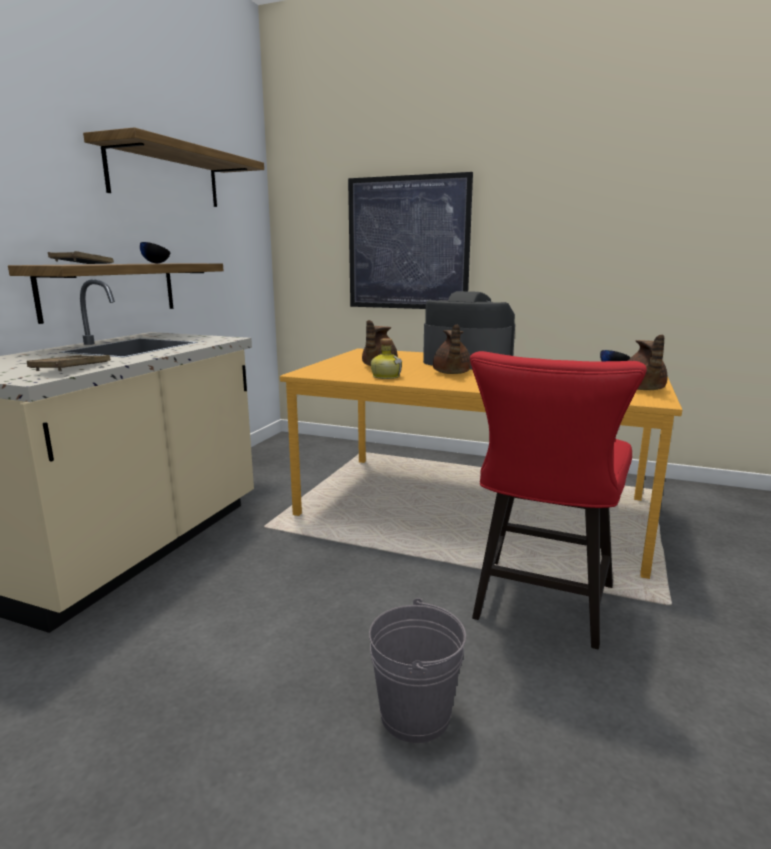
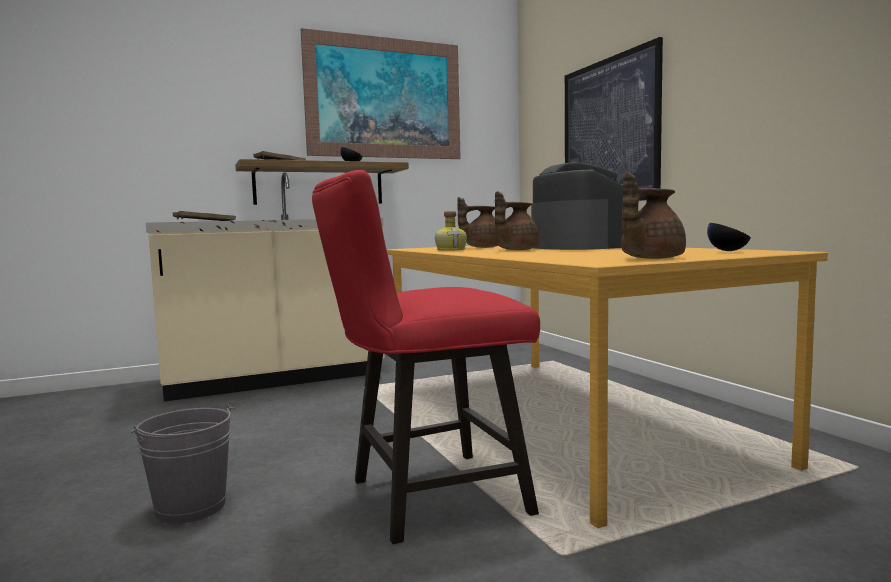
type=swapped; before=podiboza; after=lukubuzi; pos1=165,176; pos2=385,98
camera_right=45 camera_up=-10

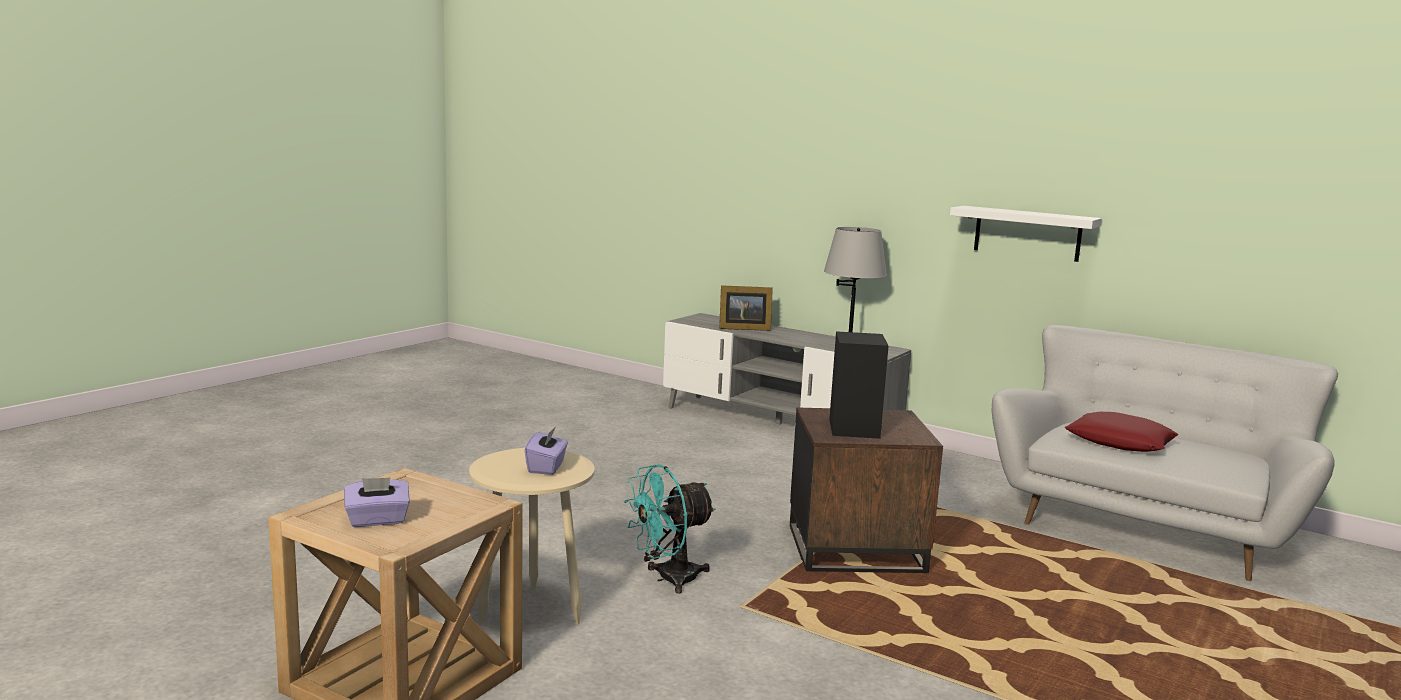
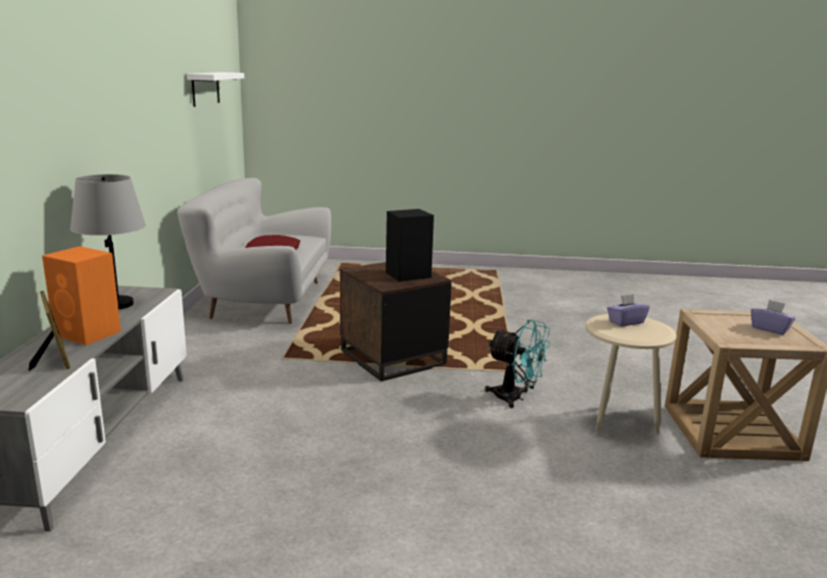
type=new; after=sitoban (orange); pos2=88,334
type=shifted; before=podiboza (white); pos1=1027,233; pos2=205,88
camera_right=-120 camera_up=5

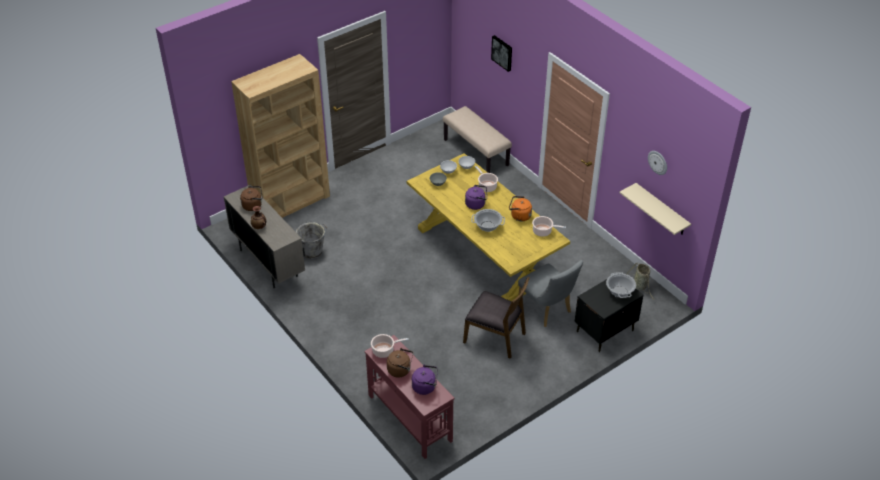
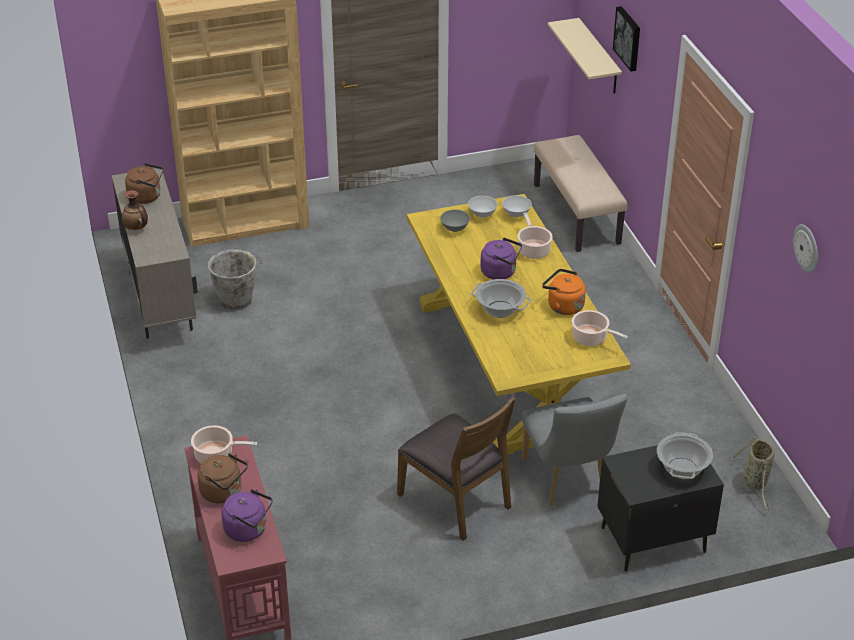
type=shifted; before=podiboza (beige); pos1=661,210; pos2=599,57
camera_right=20 camera_up=-5

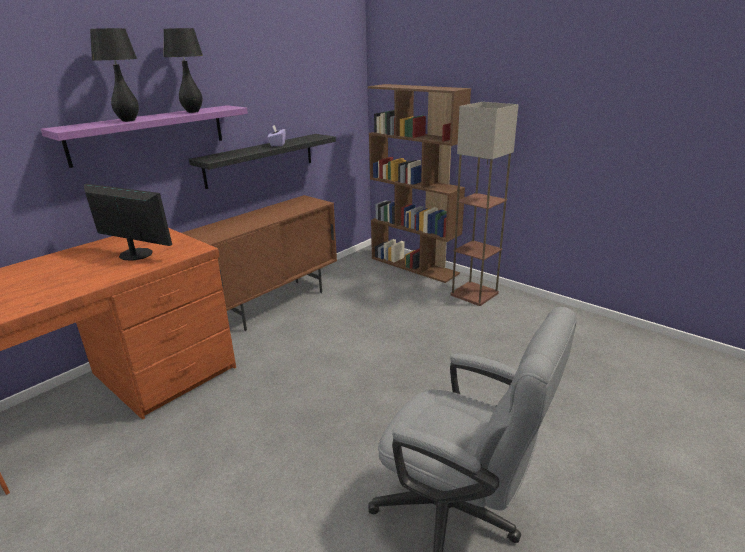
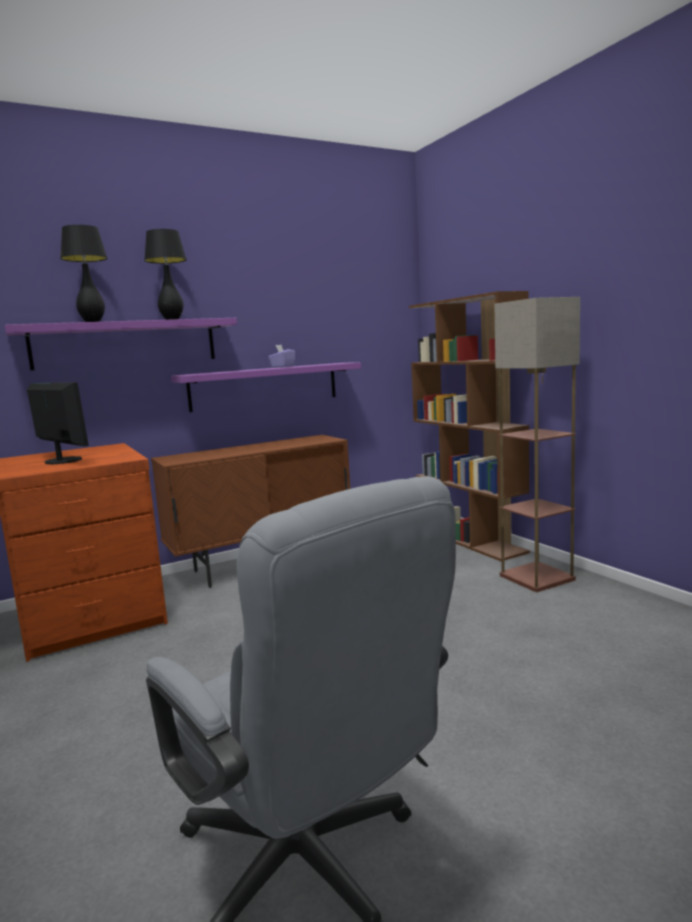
type=repainted; before=podiboza (black); after=podiboza (purple); pos1=260,160; pos2=265,386
camera_right=20 camera_up=-15

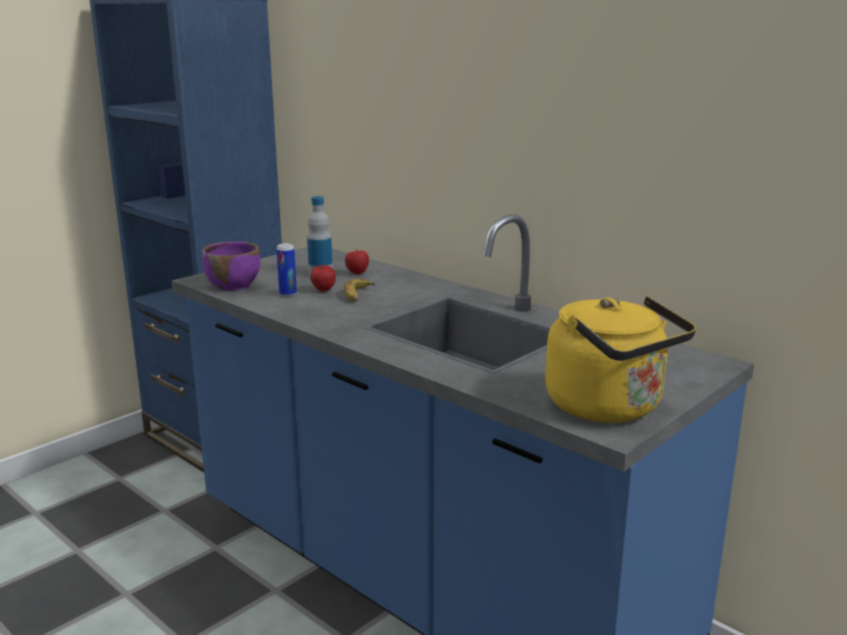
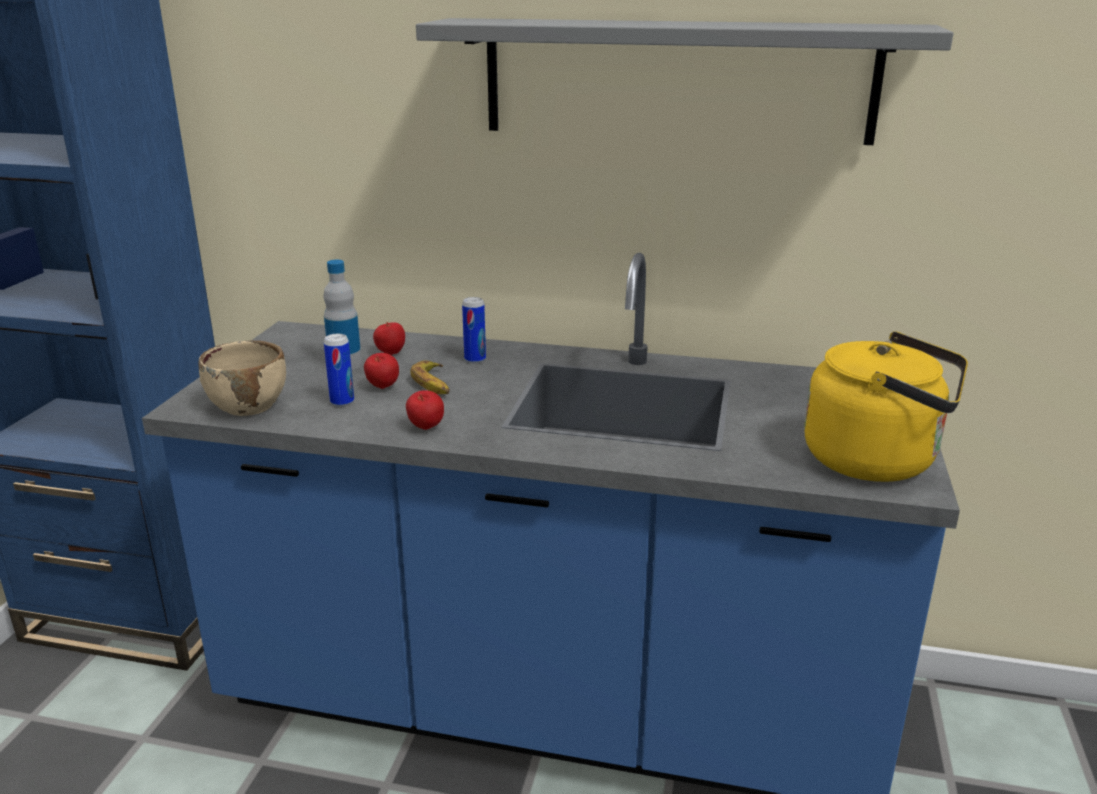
type=new; after=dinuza; pos2=425,428
type=new; after=podiboza (grey); pos2=676,80
type=new; after=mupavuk; pos2=475,359
type=repainted; before=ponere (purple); after=ponere (beige); pos1=233,285; pos2=248,405
camera_right=-30 camera_up=5

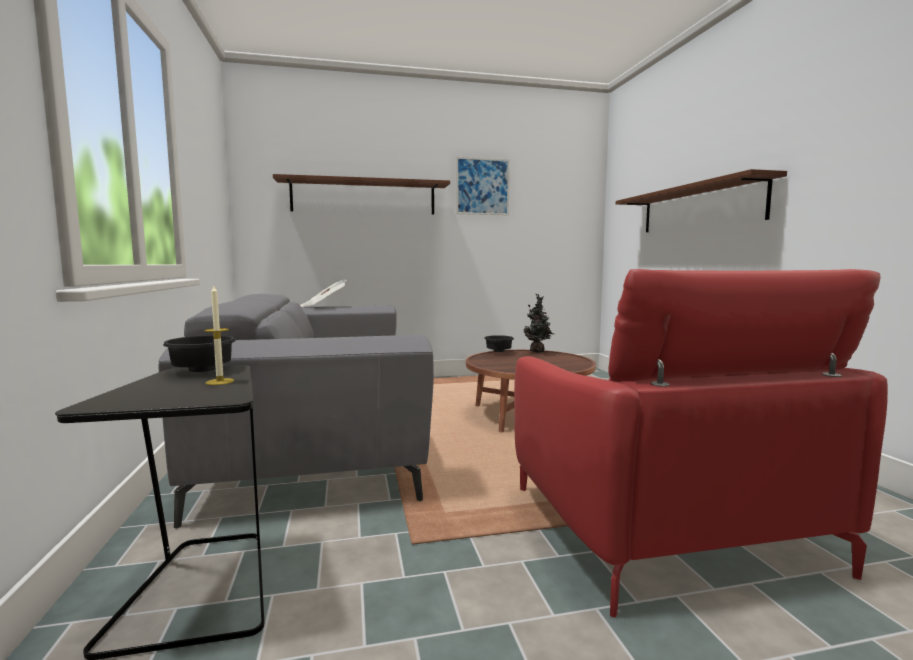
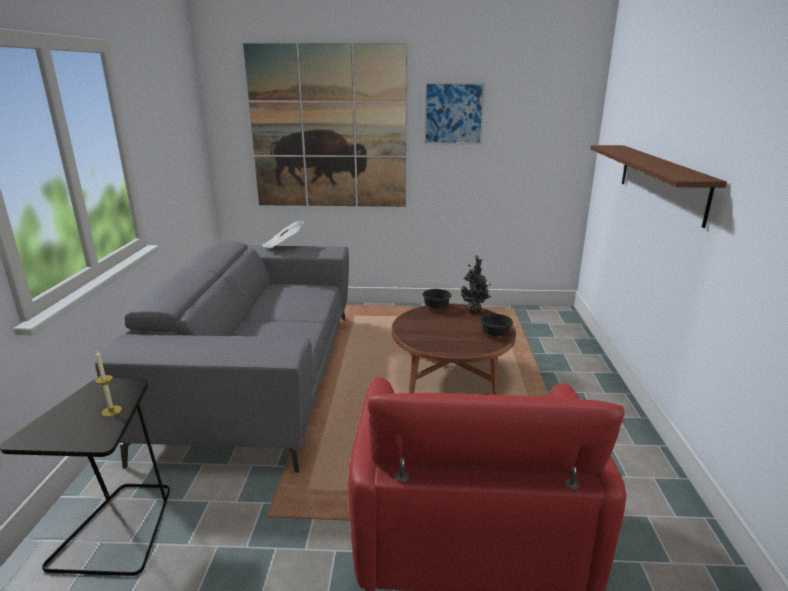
type=shifted; before=ponere (black); pos1=203,370; pos2=495,333
type=swapped; before=podiboza (brown); after=lukubuzi; pos1=364,197; pos2=328,128
camera_right=15 camera_up=15

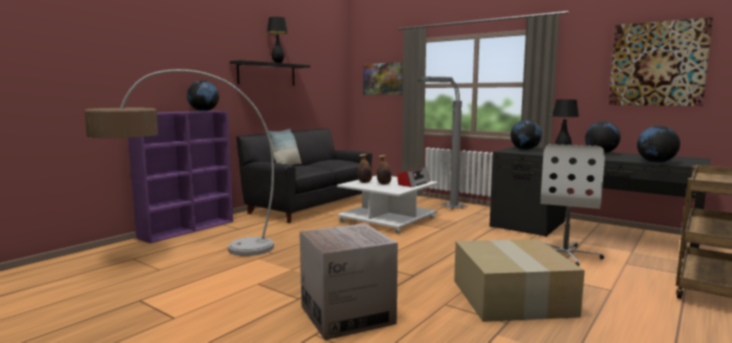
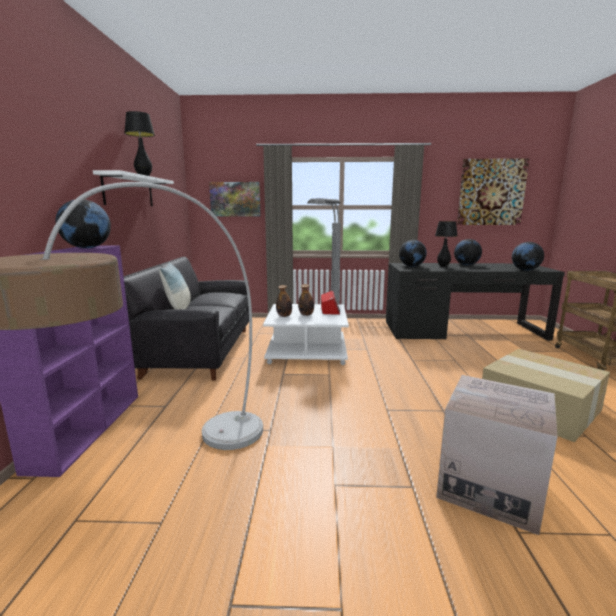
type=gone; before=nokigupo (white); pos1=566,254
type=repainted; before=podiboza (black); after=podiboza (white); pos1=267,74; pos2=129,191
camera_right=-35 camera_up=5

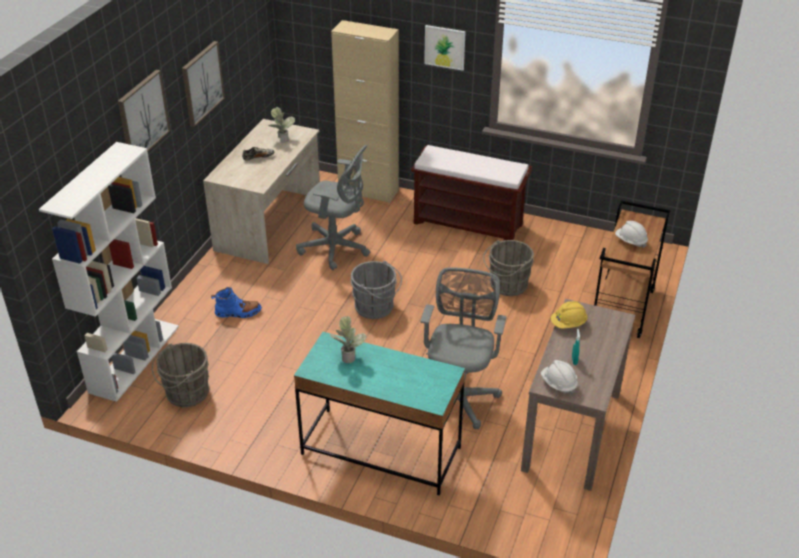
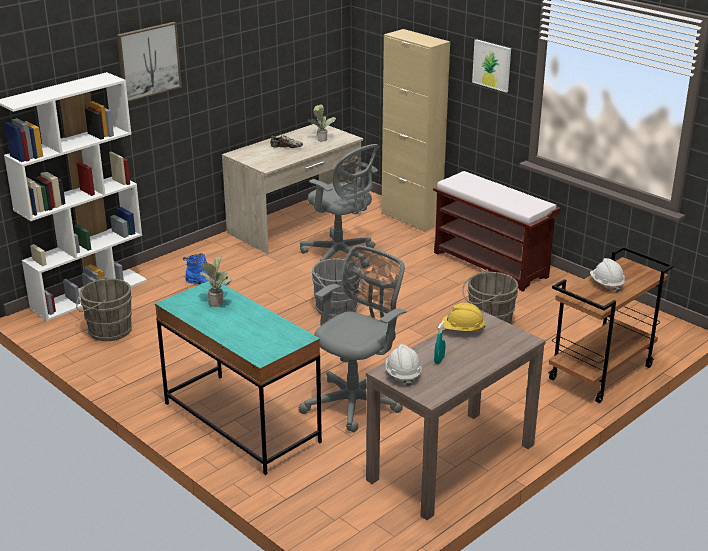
type=gone; before=lukubuzi; pos1=202,83
camera_right=25 camera_up=-10

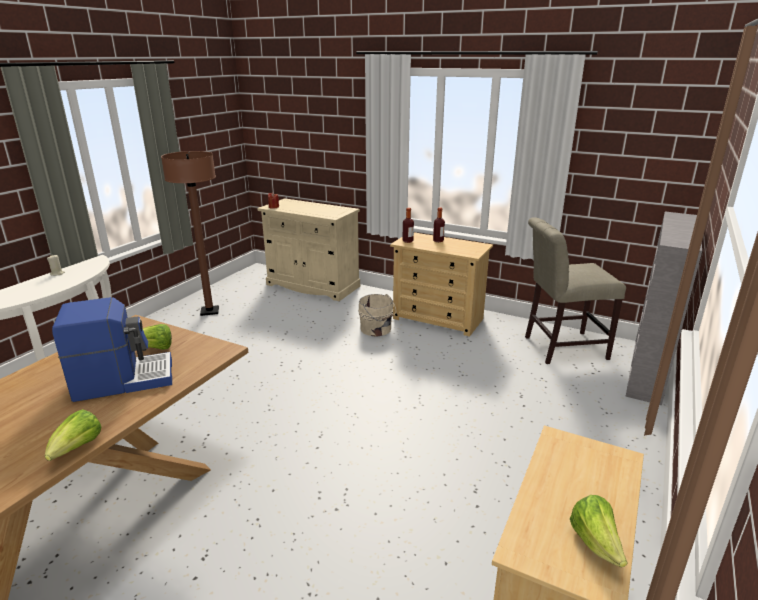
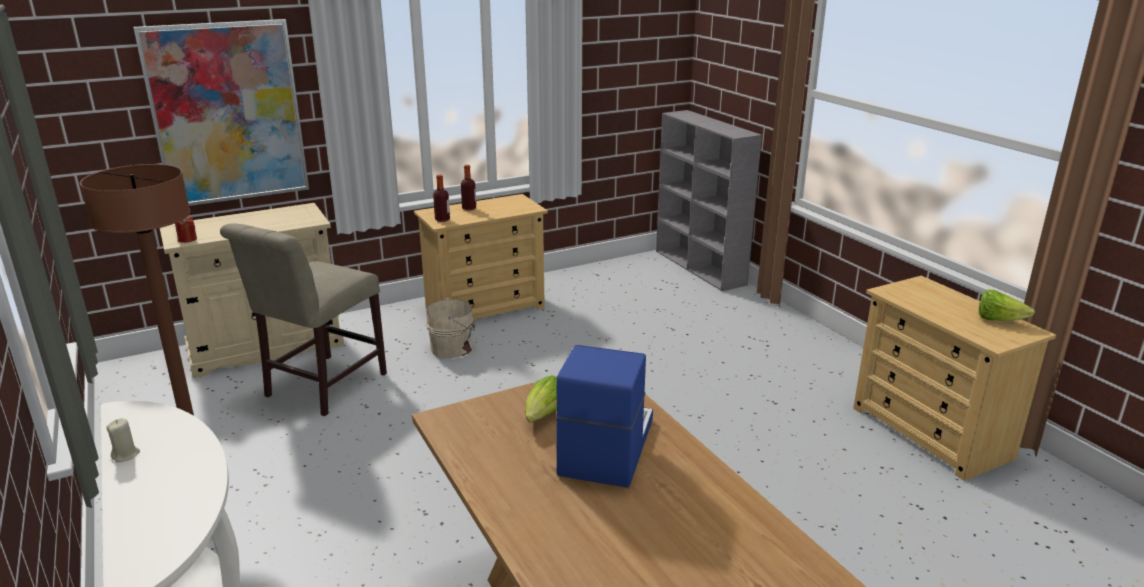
type=gone; before=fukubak; pos1=77,449
type=new; after=lukubuzi; pos2=227,113
type=shifted; before=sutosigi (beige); pos1=560,347; pos2=321,387
camera_right=-55 camera_up=0

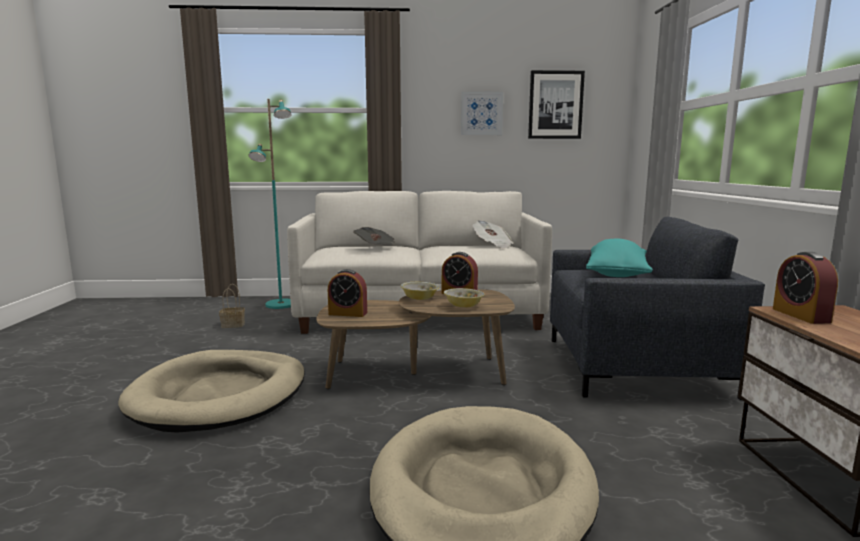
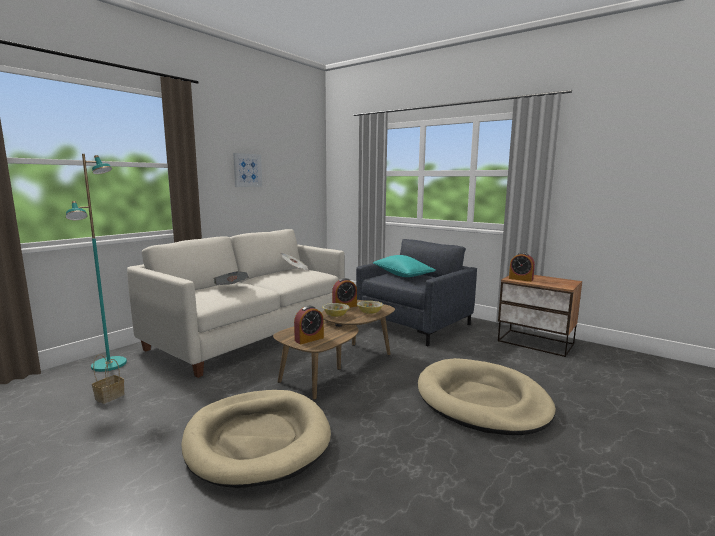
type=gone; before=lukubuzi; pos1=555,105
camera_right=-50 camera_up=0

